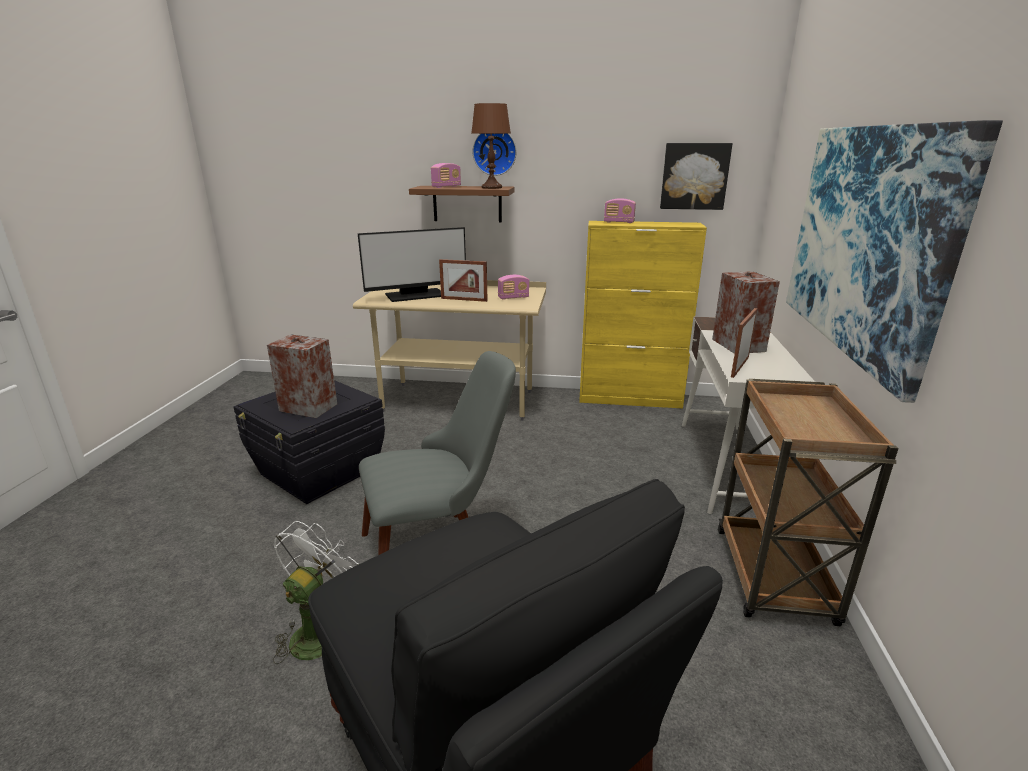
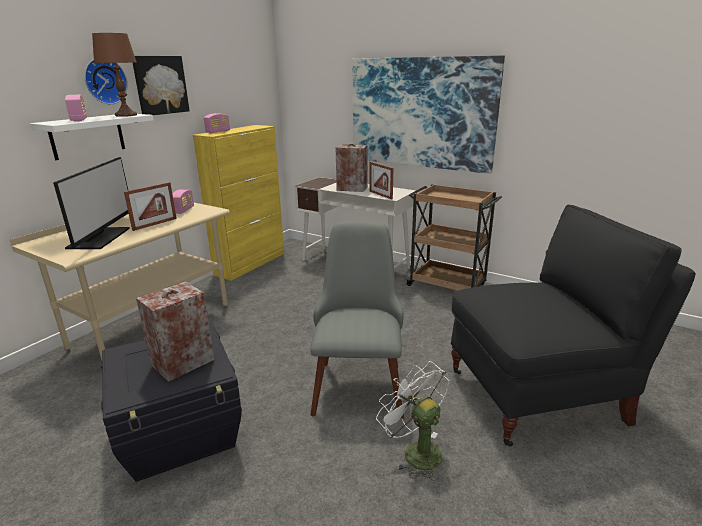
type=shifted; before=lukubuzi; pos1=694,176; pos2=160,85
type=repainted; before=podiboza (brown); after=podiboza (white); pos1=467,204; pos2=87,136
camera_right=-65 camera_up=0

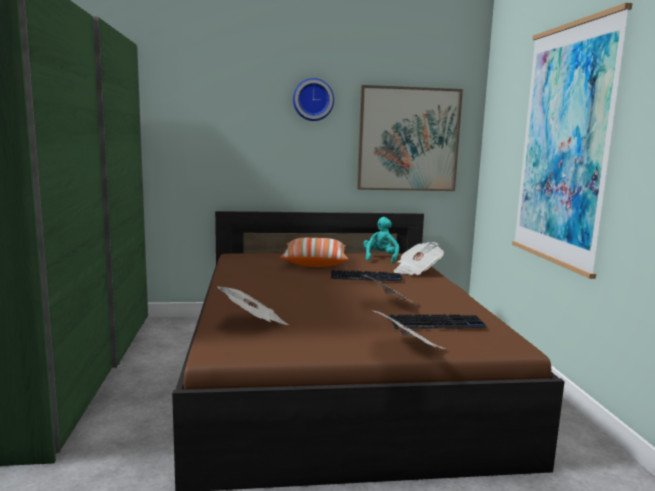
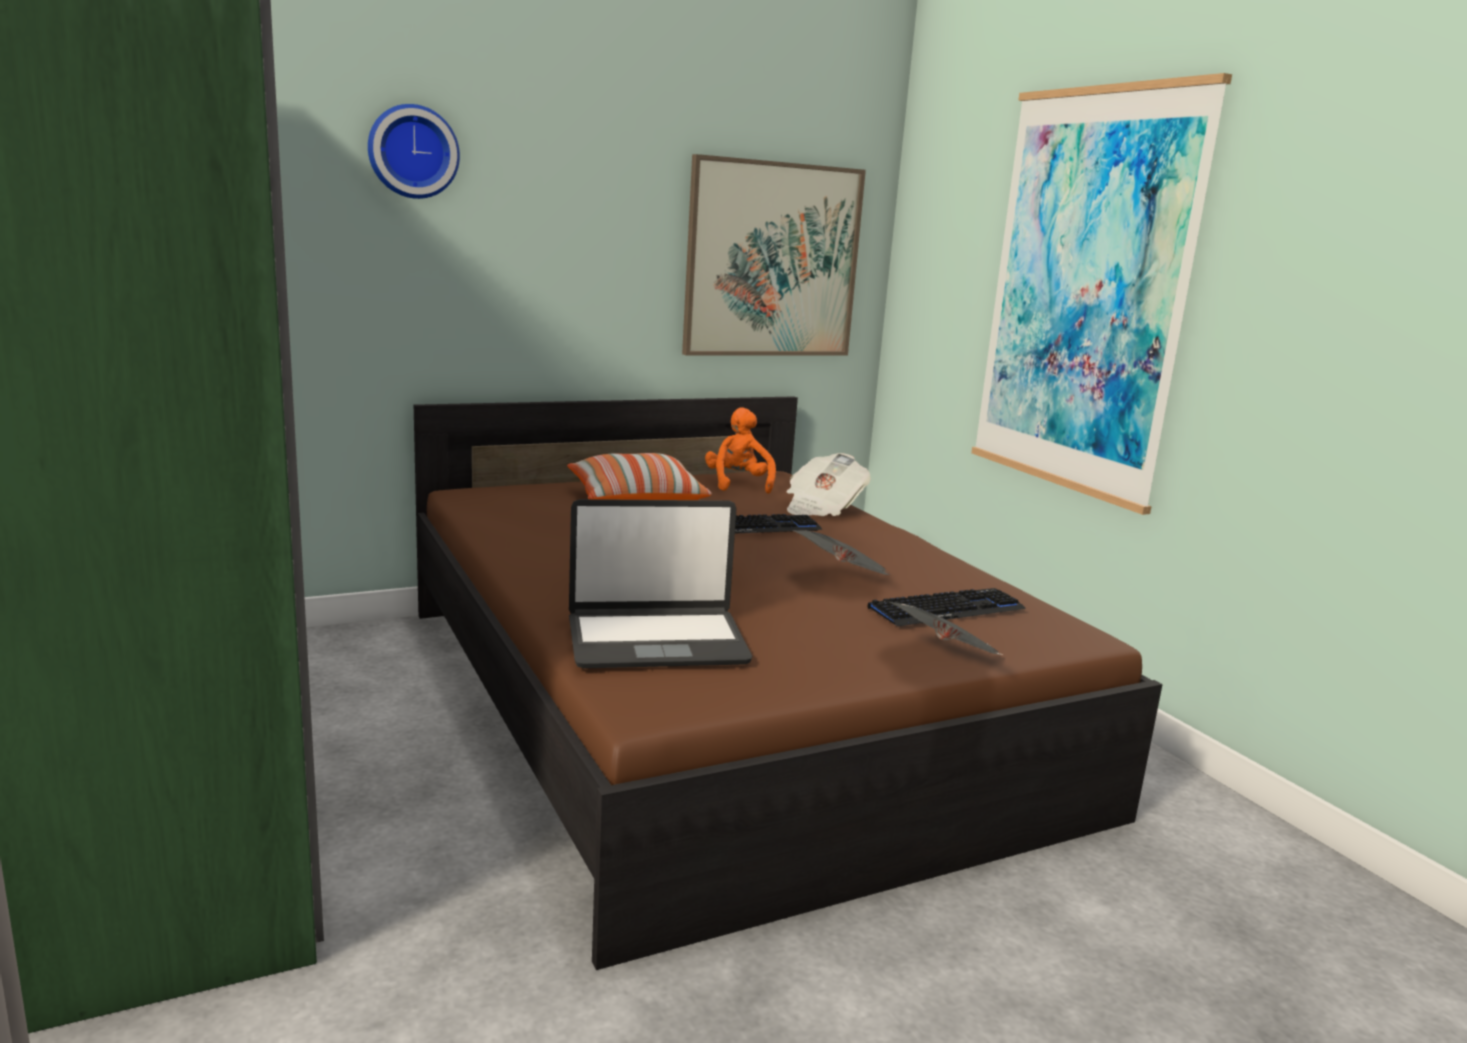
type=shifted; before=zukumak; pos1=313,99; pos2=412,152
type=swapped; before=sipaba; after=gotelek; pos1=254,323; pos2=656,640
type=repainted; before=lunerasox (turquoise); after=lunerasox (orange); pos1=380,258; pos2=738,484
camera_right=-20 camera_up=5

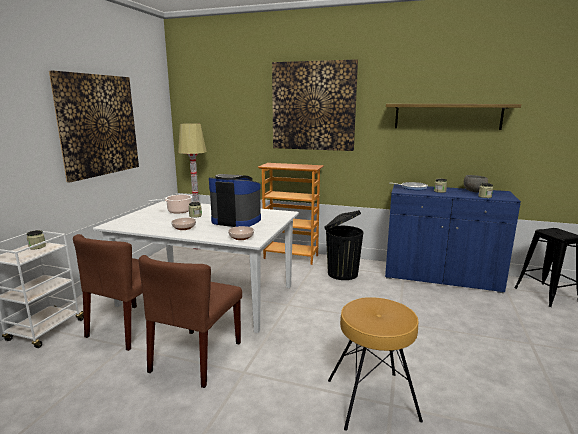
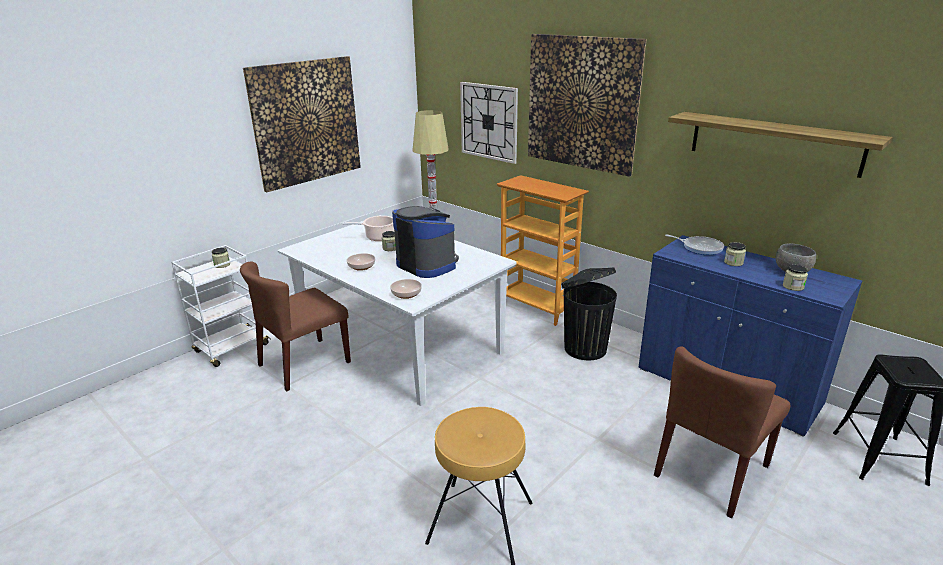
type=new; after=zukumak; pos2=489,122
type=shifted; before=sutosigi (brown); pos1=196,357; pos2=711,471
camera_right=25 camera_up=10

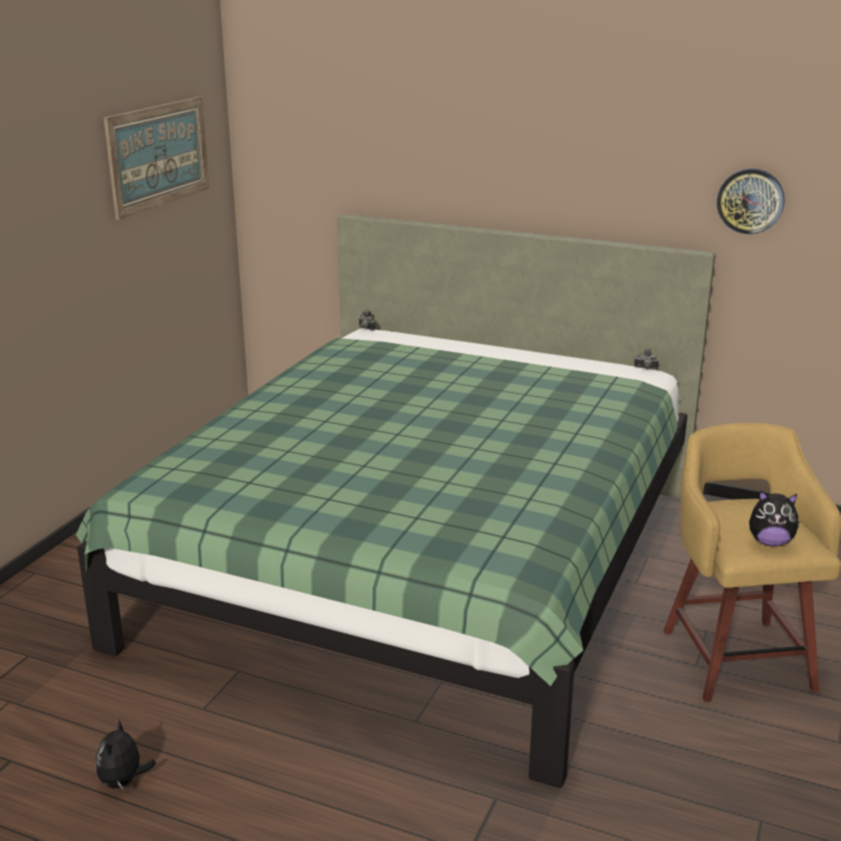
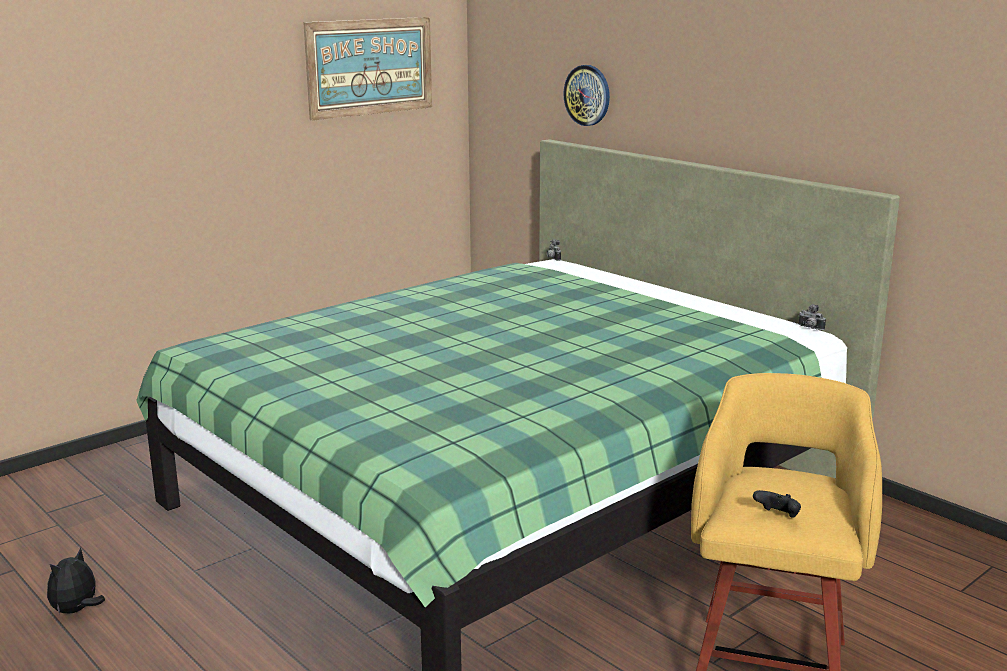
type=shifted; before=zukumak; pos1=750,201; pos2=587,95
type=swapped; before=lunerasox; after=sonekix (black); pos1=770,542; pos2=777,516
camera_right=25 camera_up=-5

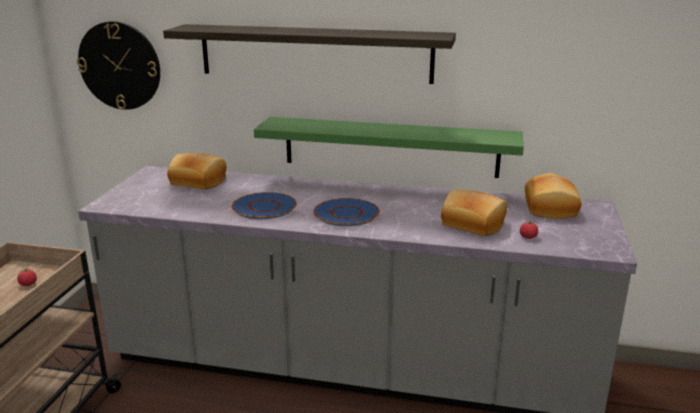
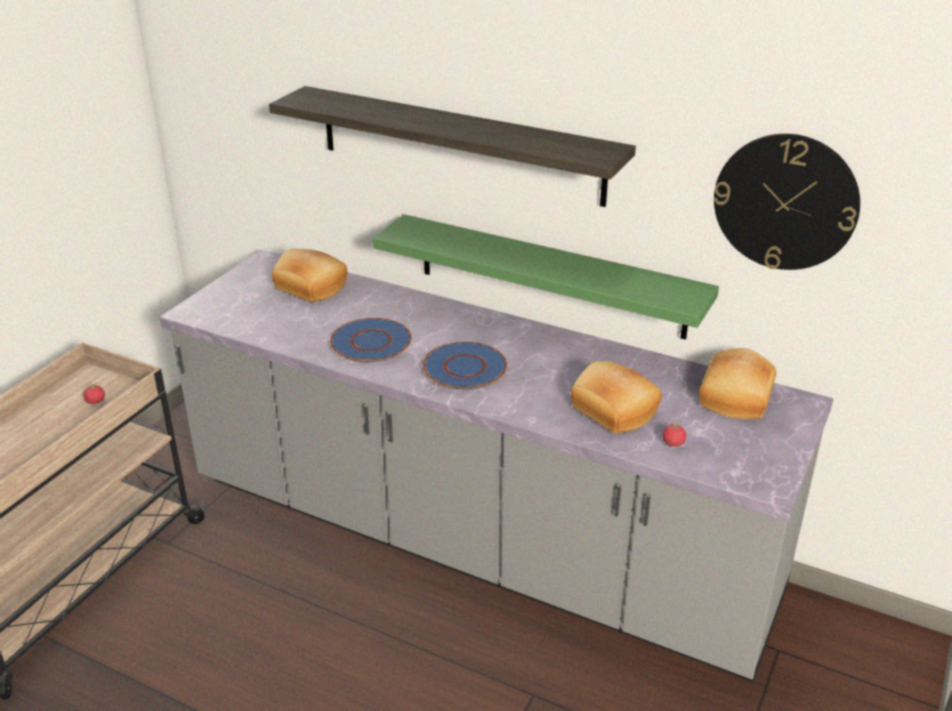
type=shifted; before=zukumak; pos1=120,66; pos2=785,202
camera_right=15 camera_up=10

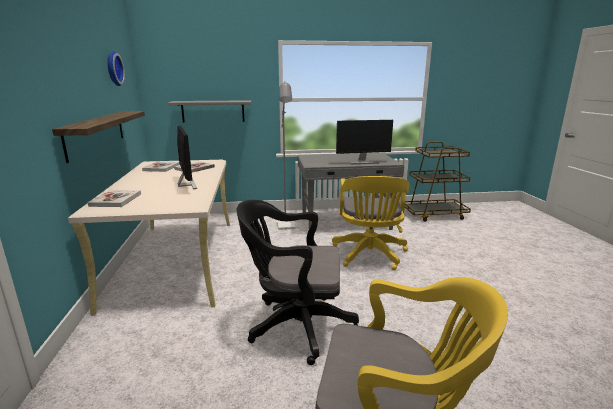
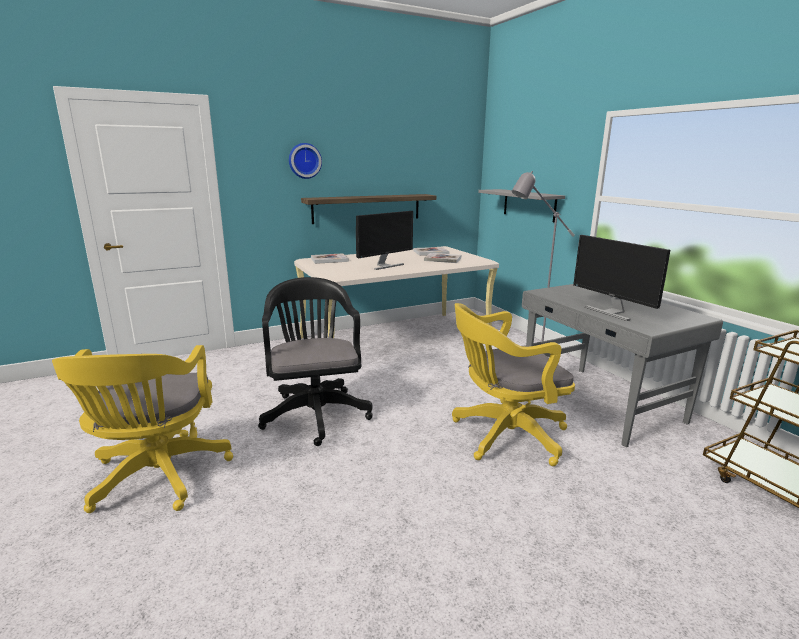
type=shifted; before=zukumak; pos1=113,68; pos2=304,161
camera_right=70 camera_up=0

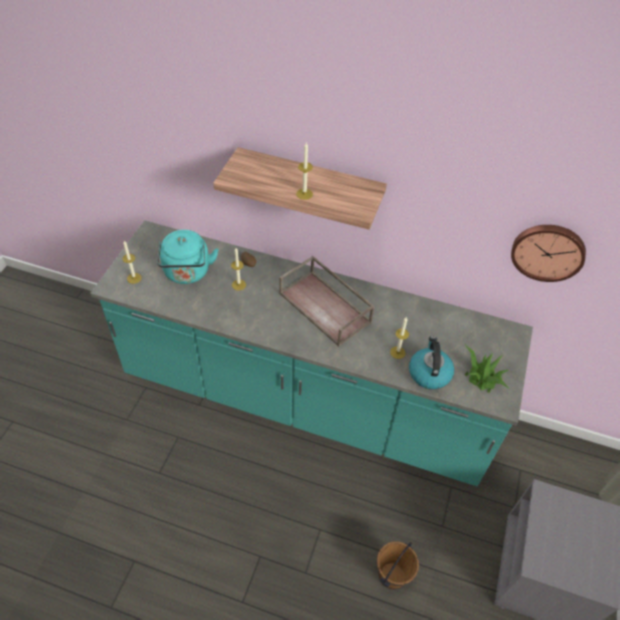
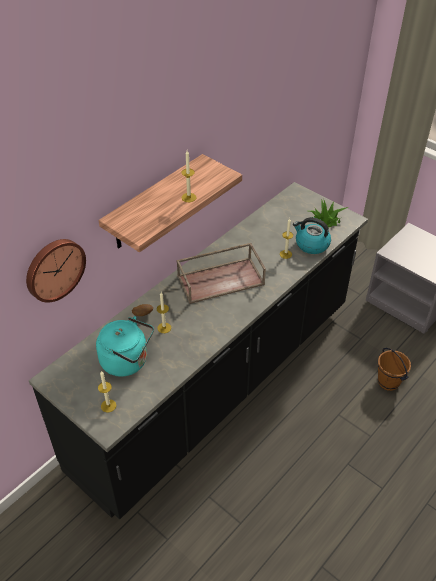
type=shifted; before=zukumak; pos1=548,251; pos2=54,269
type=repainted; before=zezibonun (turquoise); after=zezibonun (black); pos1=305,401; pos2=218,385
camera_right=-65 camera_up=-5

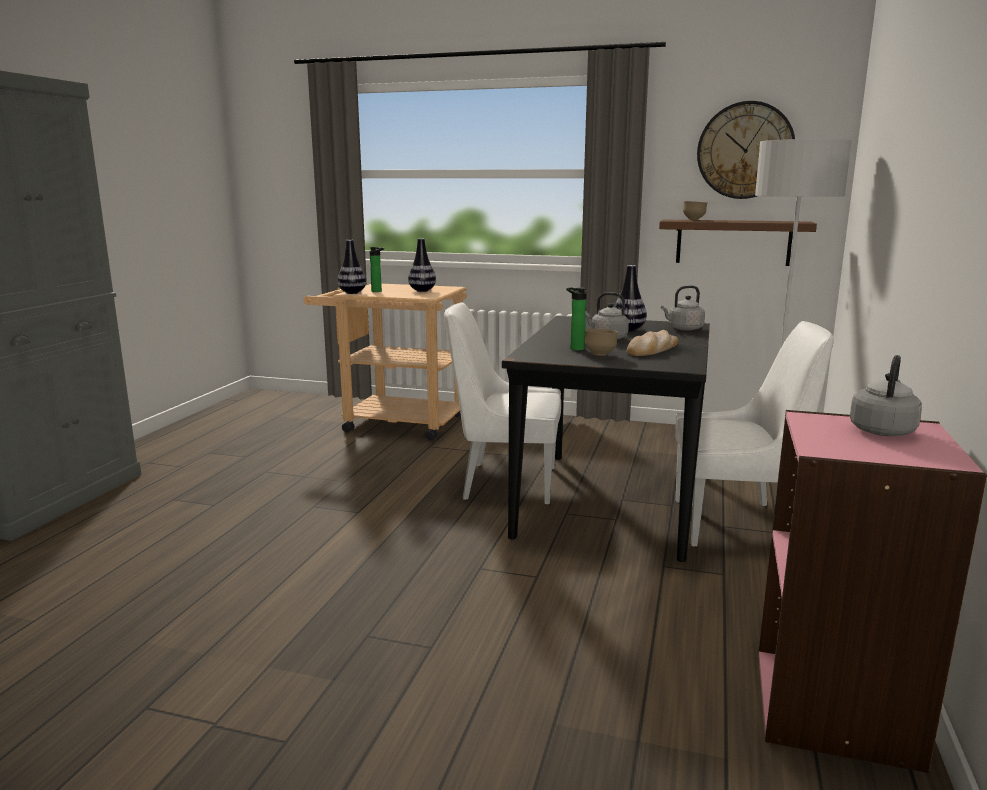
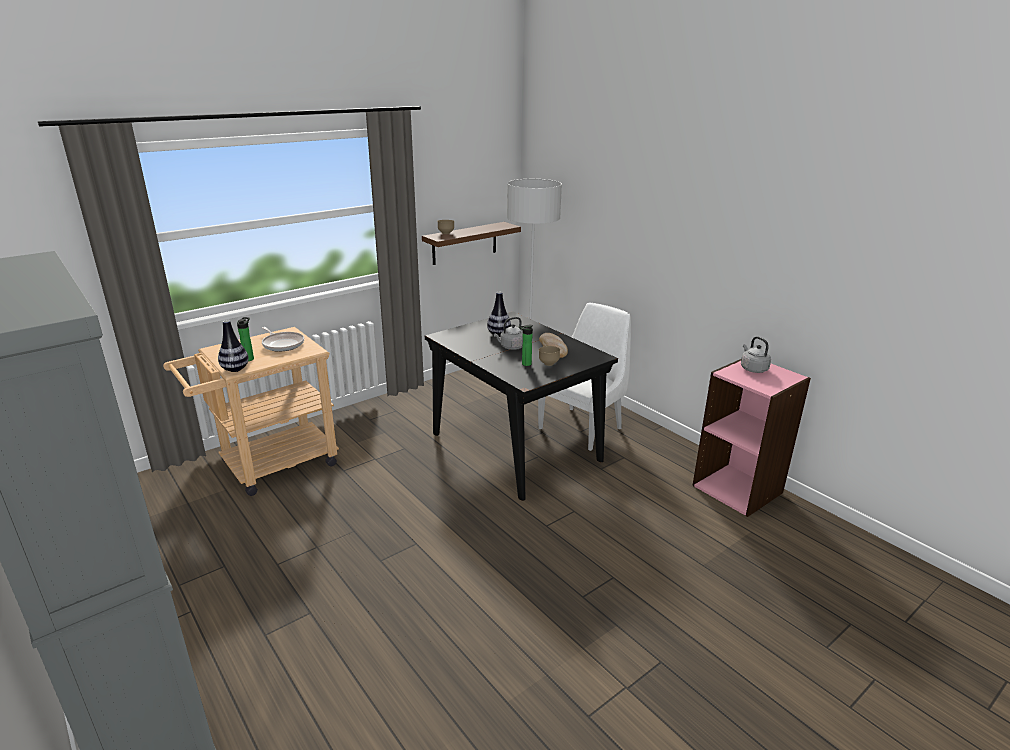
type=gone; before=sutosigi (white); pos1=505,482
type=gone; before=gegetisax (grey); pos1=683,329
type=gone; before=zukumak; pos1=745,150
type=swapped; before=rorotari; after=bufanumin; pos1=422,291; pos2=282,344
camera_right=-55 camera_up=10

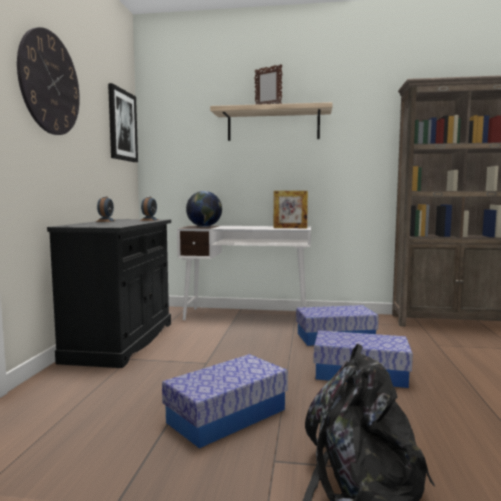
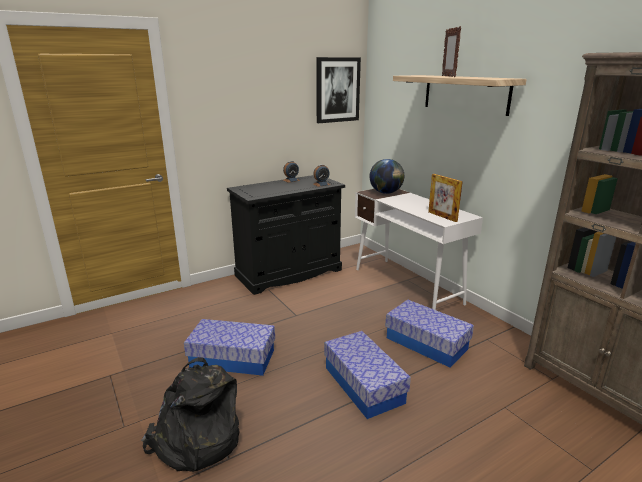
type=gone; before=zukumak; pos1=50,83
camera_right=50 camera_up=15

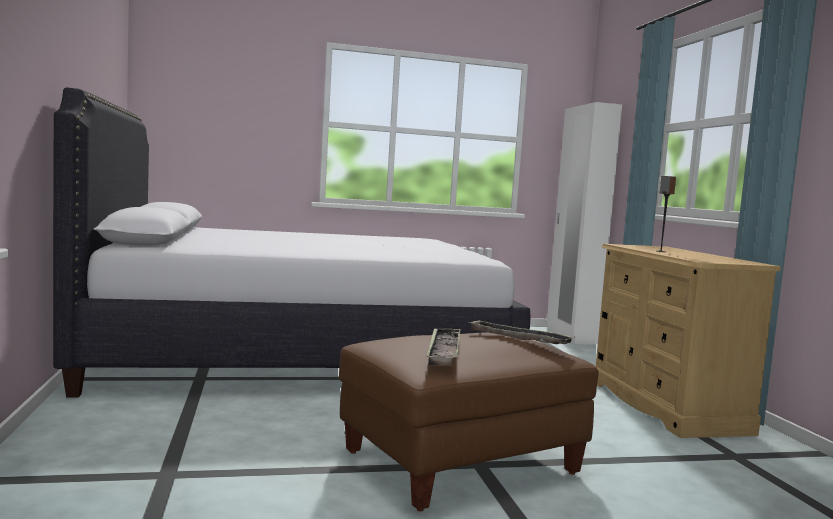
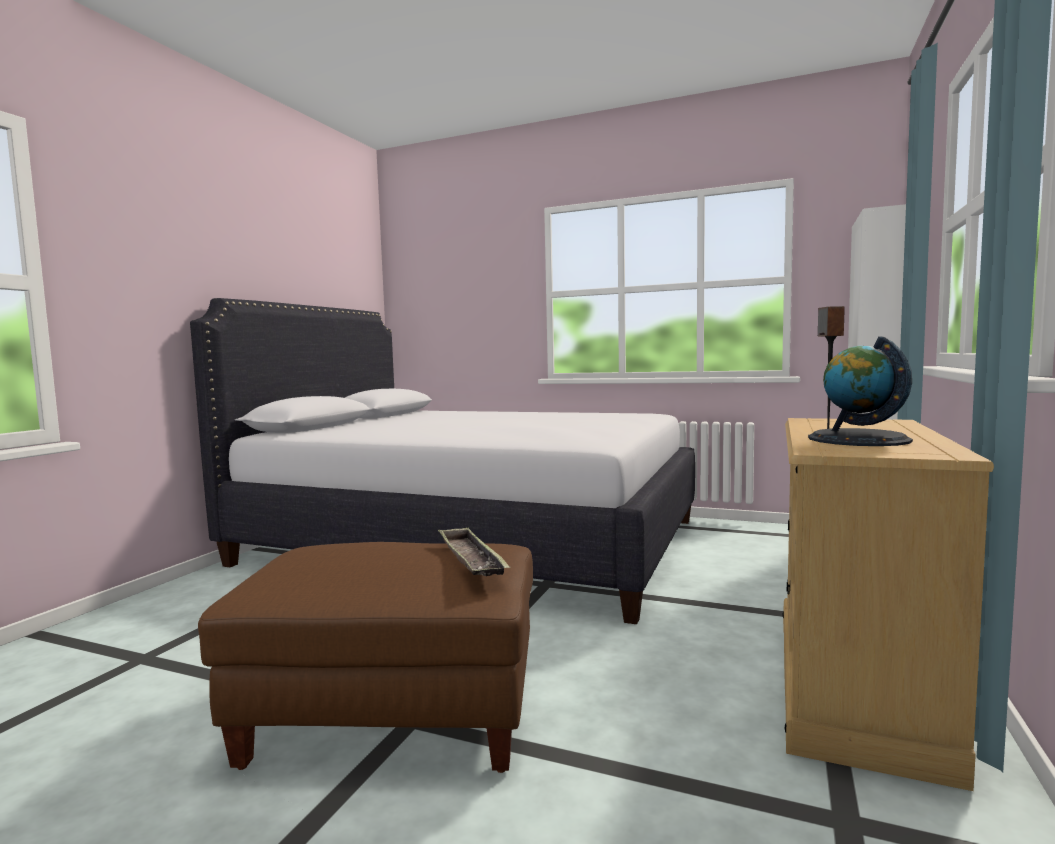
type=gone; before=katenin; pos1=444,351
type=new; after=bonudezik; pos2=858,439
camera_right=35 camera_up=0

